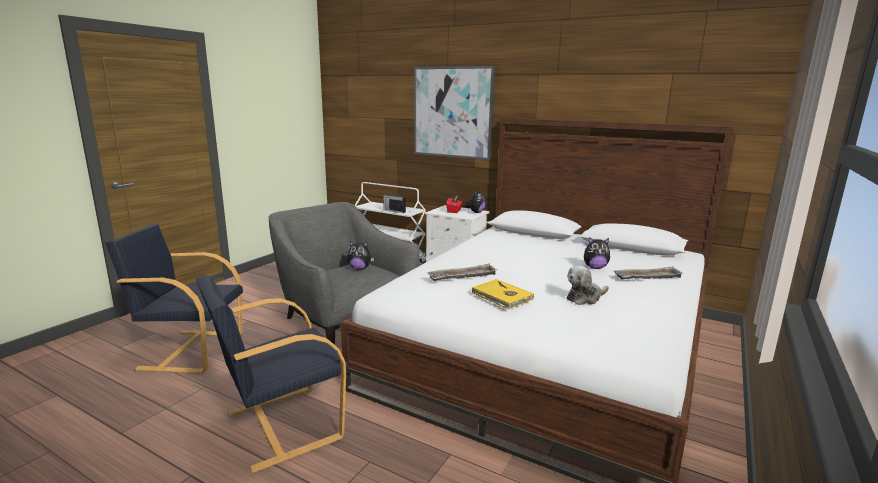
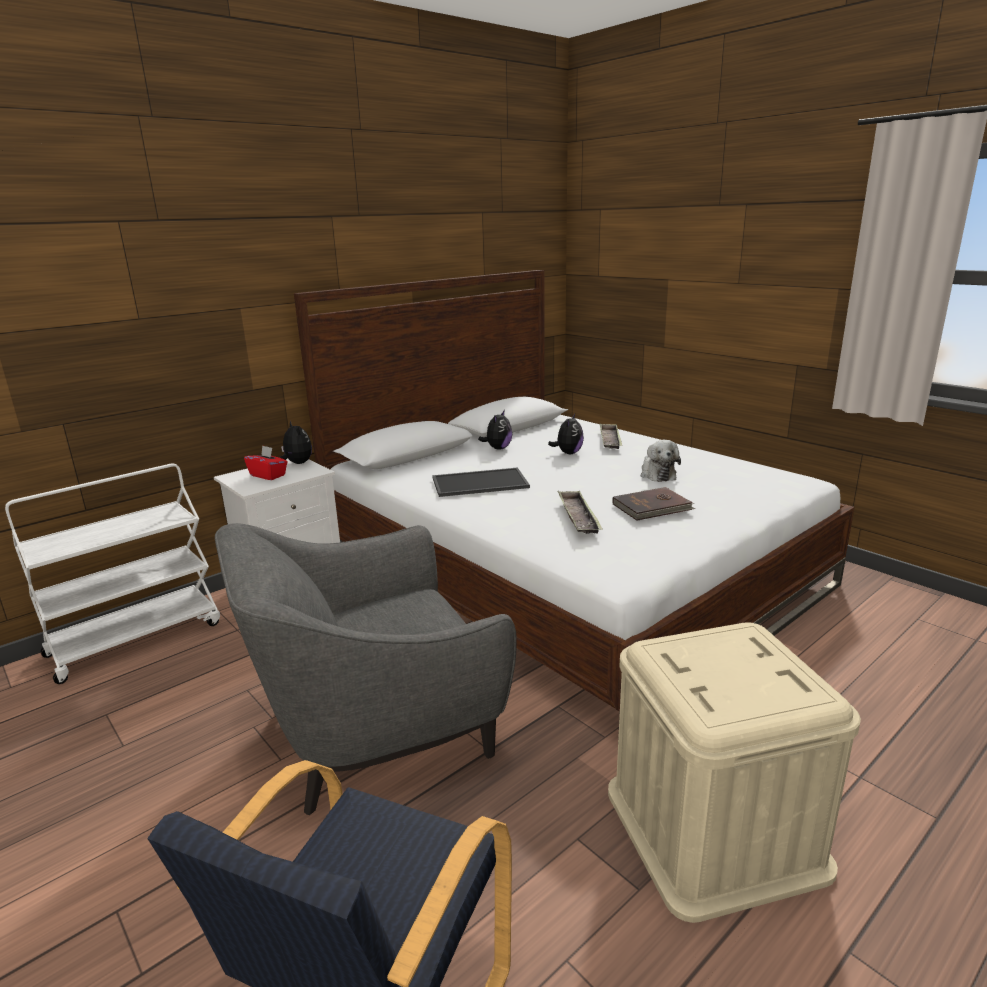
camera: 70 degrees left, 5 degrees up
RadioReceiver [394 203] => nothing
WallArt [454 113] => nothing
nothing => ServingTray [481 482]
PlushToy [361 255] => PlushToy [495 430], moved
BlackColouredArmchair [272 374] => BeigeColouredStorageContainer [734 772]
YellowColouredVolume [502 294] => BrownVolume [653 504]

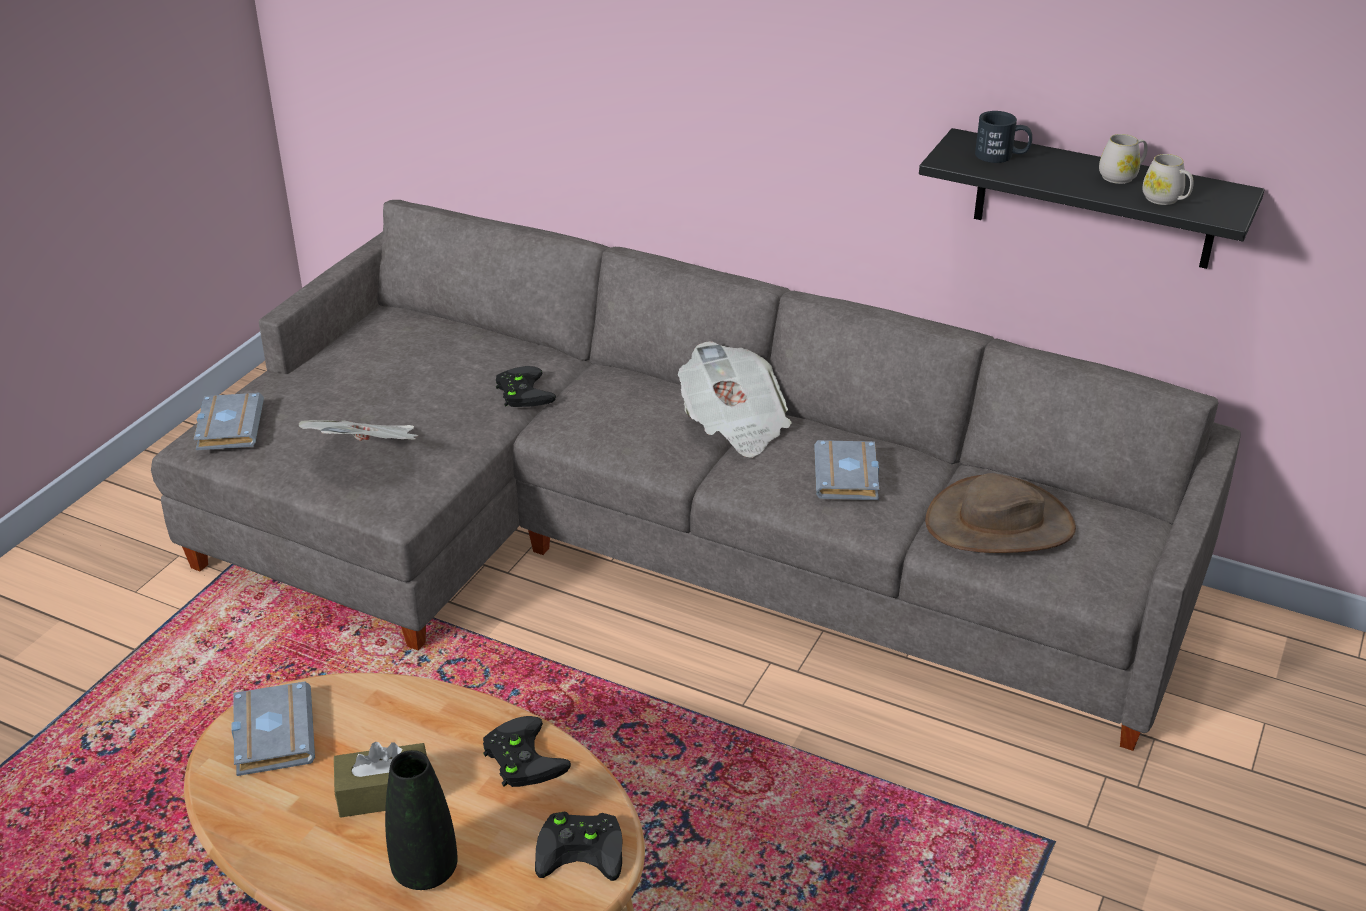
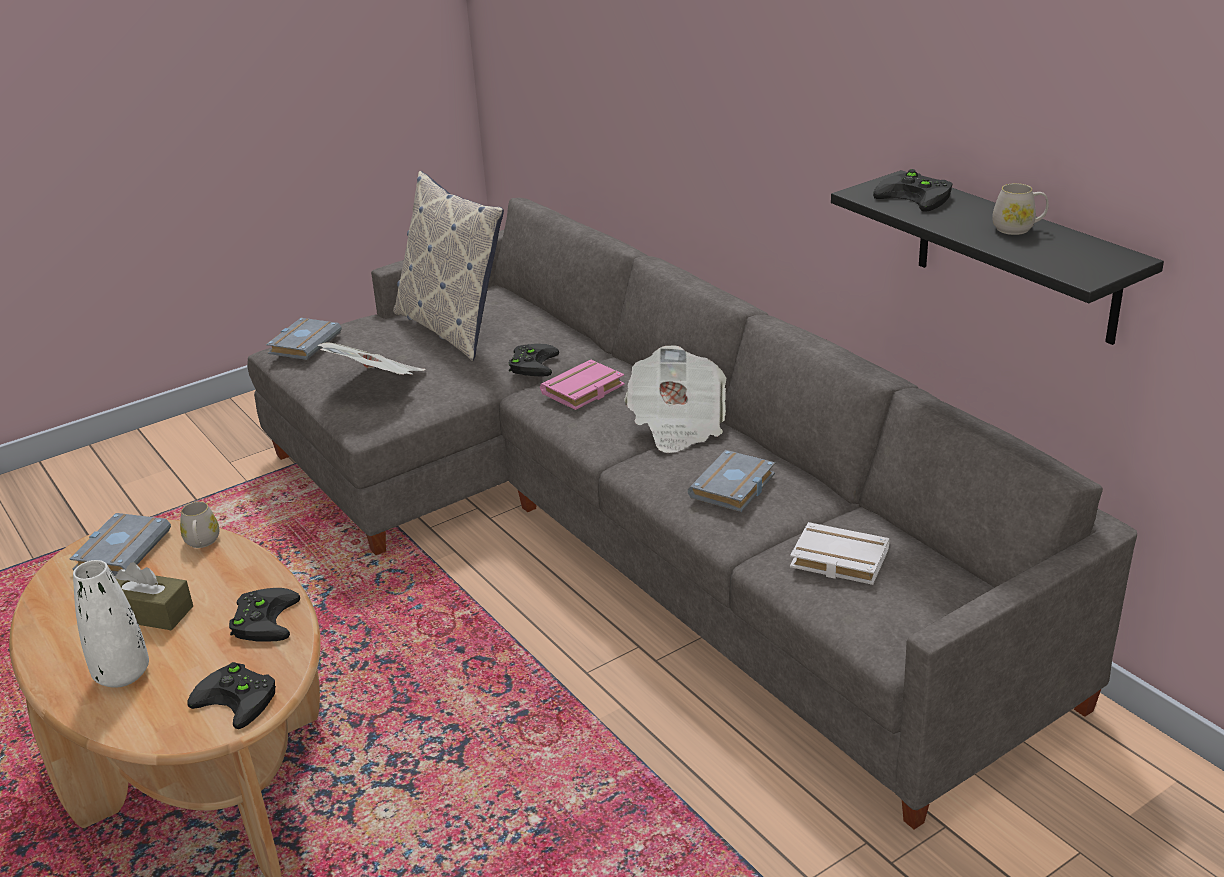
camera: 30 degrees right, 5 degrees down
nothing => ThrowPillow [448 266]
nothing => PinkishVolume [582 385]
WhiteColouredCoffeeMug [1168 179] => WhiteColouredCoffeeMug [199 524], moved
BrownWearableHat [1000 513] => WhiteColouredVolume [840 553]
BlackColouredCoffeeMug [1003 137] => BlackColouredGameController [913 190]
BlackColouredDecorativeVase [421 820] => WhiteColouredDecorativeVase [111 624]

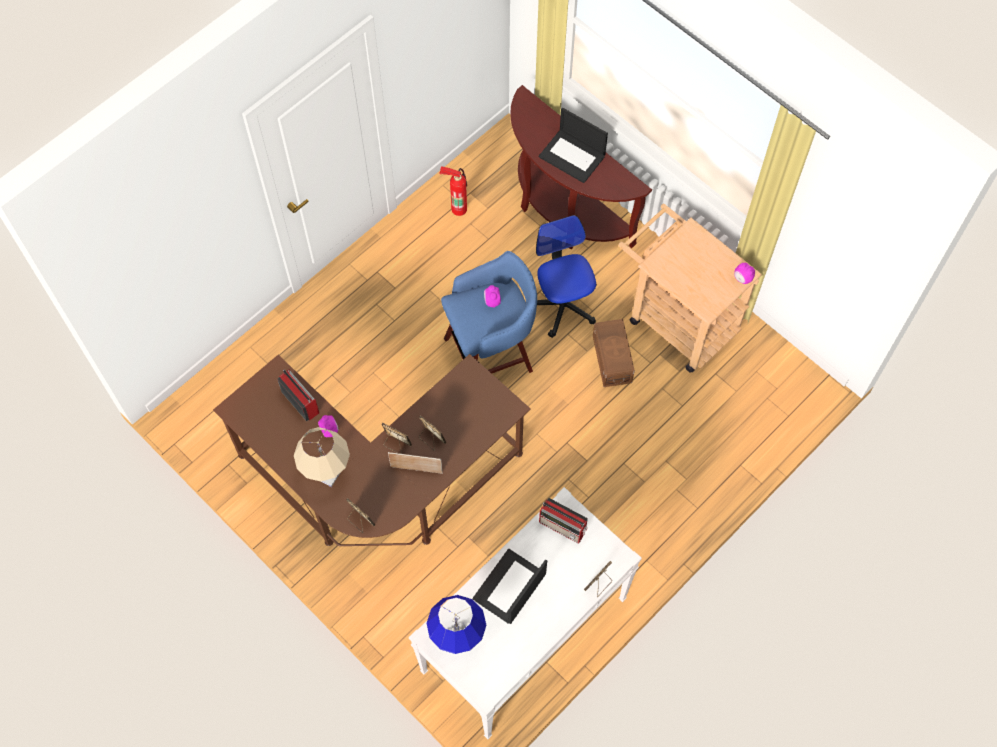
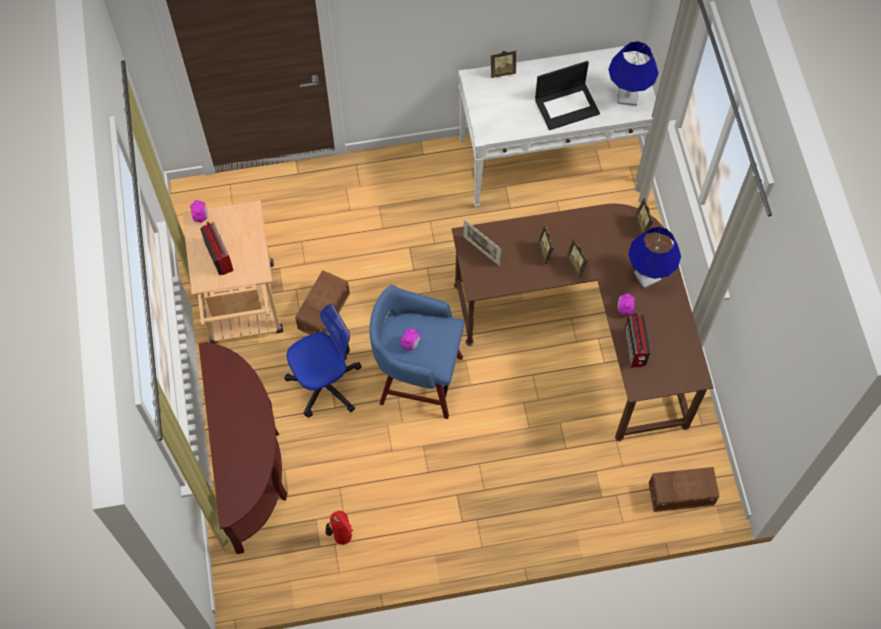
camera: 145 degrees left, 0 degrees up
PortableComputer [573 145] => nothing
nothing => BrownStorageContainer [684 489]
StandingFrame [415 463] => StandingFrame [482 242], moved
RadioReceiver [563 521] => RadioReceiver [217 248], moved
BeigeColouredTabletopLamp [322 457] => BlueColouredTabletopLamp [654 257]
ComputerChair [566 276] => ComputerChair [323 361], 135 degrees counterclockwise

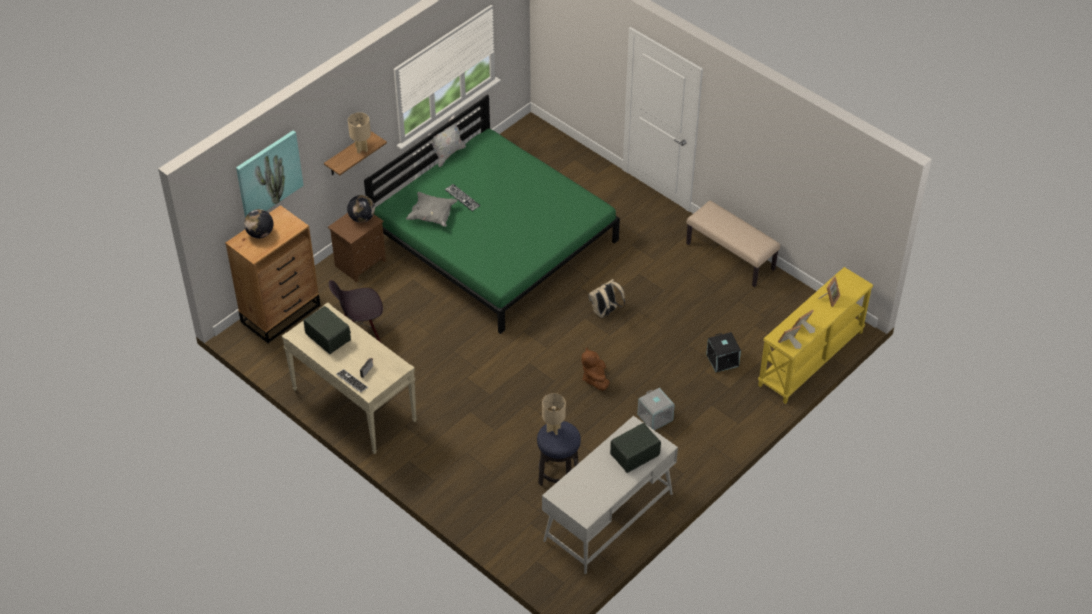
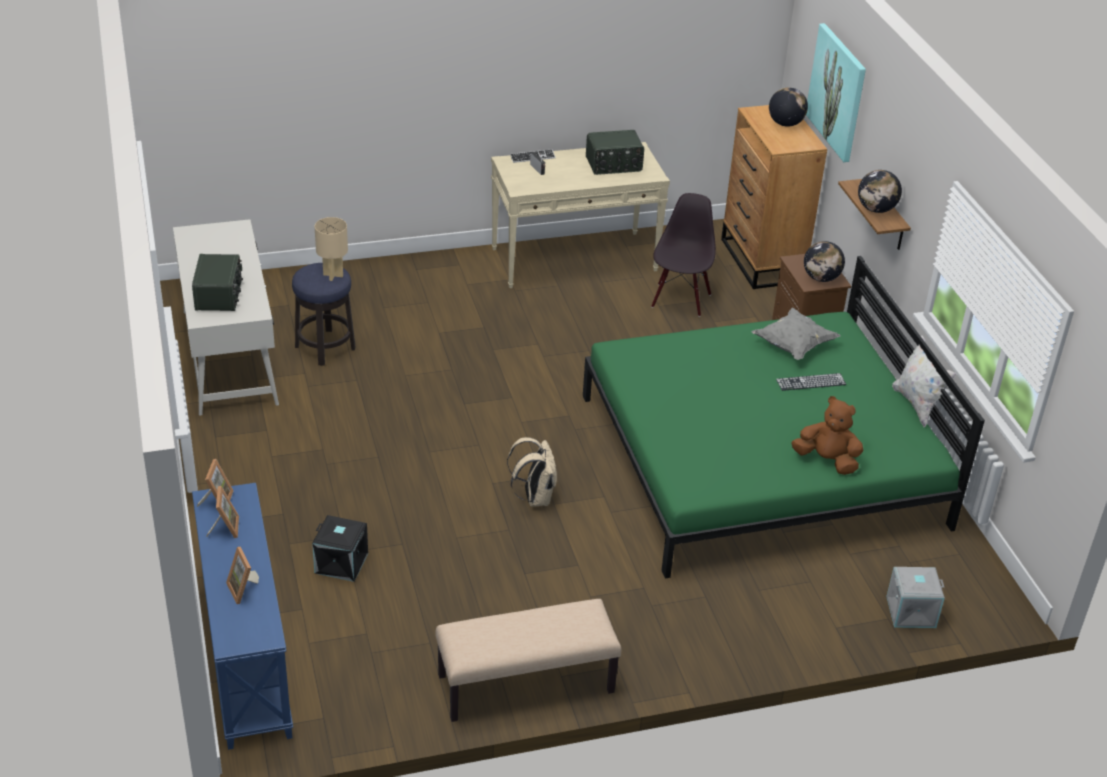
camera: 120 degrees right, 10 degrees down
BrownPlushToy [595 369] => BrownPlushToy [827 435], moved
GreyishStorageContainer [656 408] => GreyishStorageContainer [915 597], moved
BeigeColouredTabletopLamp [359 132] => Globe [880 191]
YellowColouredNarrowTable [815 335] => BlueColouredNarrowTable [242 616]

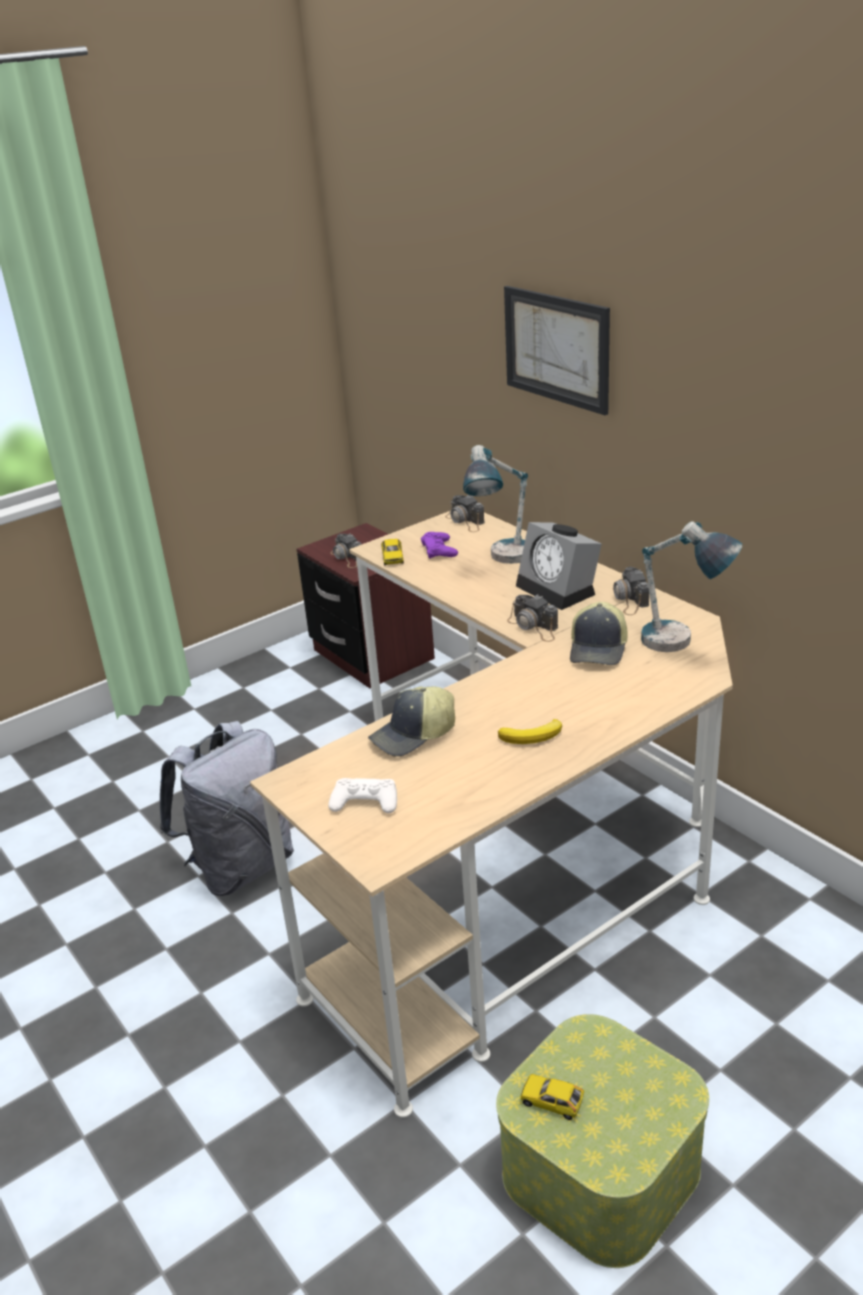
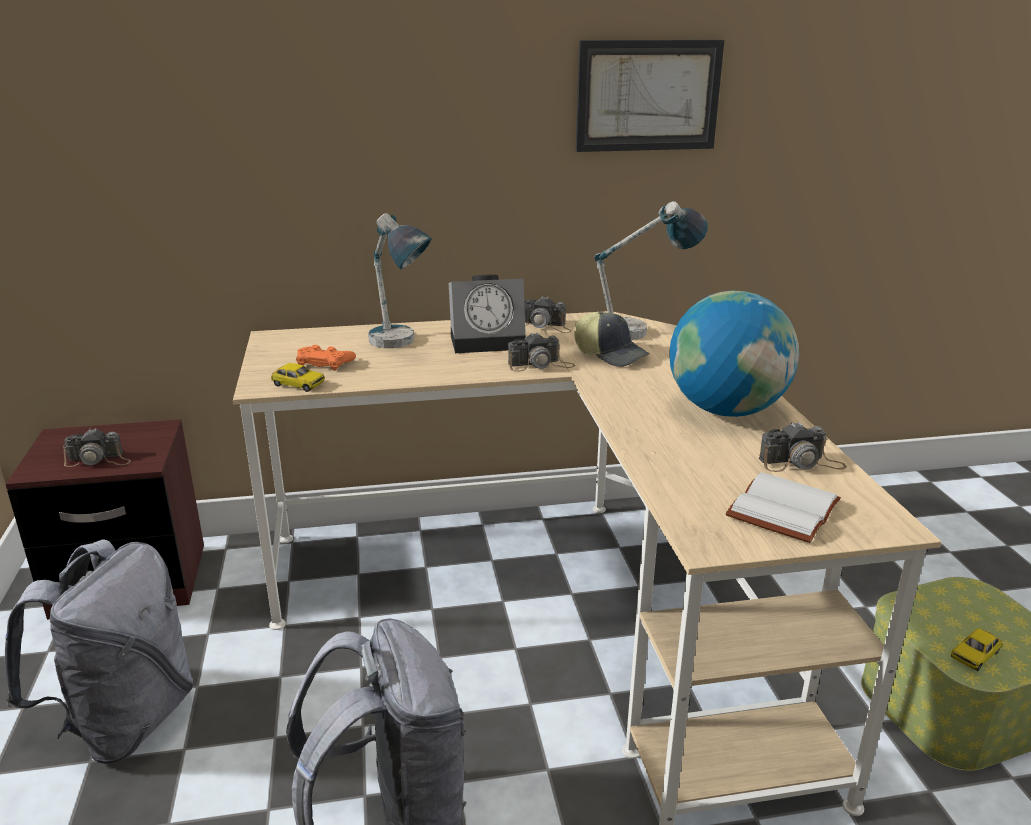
camera: 65 degrees left, 5 degrees down
BaseballCap [411 721] => nothing
nothing => GreyishKnapsack [99 651]
StillCamera [465 513] => StillCamera [803 447], moved
WallArt [557 350] => WallArt [650 96], moved
WhiteColouredGameController [362 795] => WhiteColouredVolume [783 507]
WholeBanana [530 731] => Globe [734 353]
PurpleColouredGameController [439 545] => OrangeGameController [326 358]

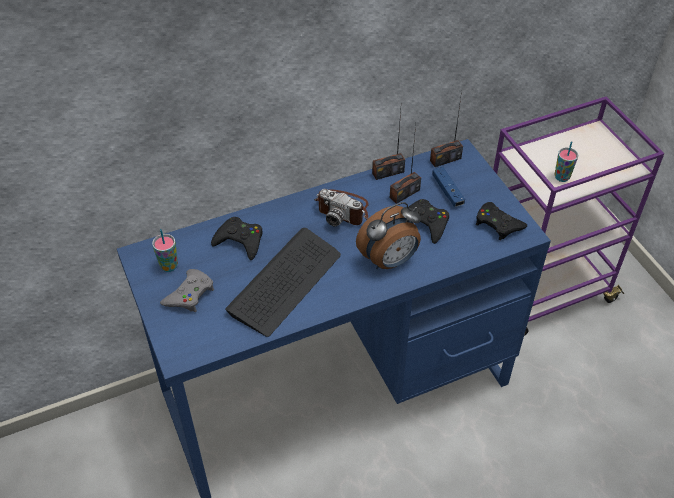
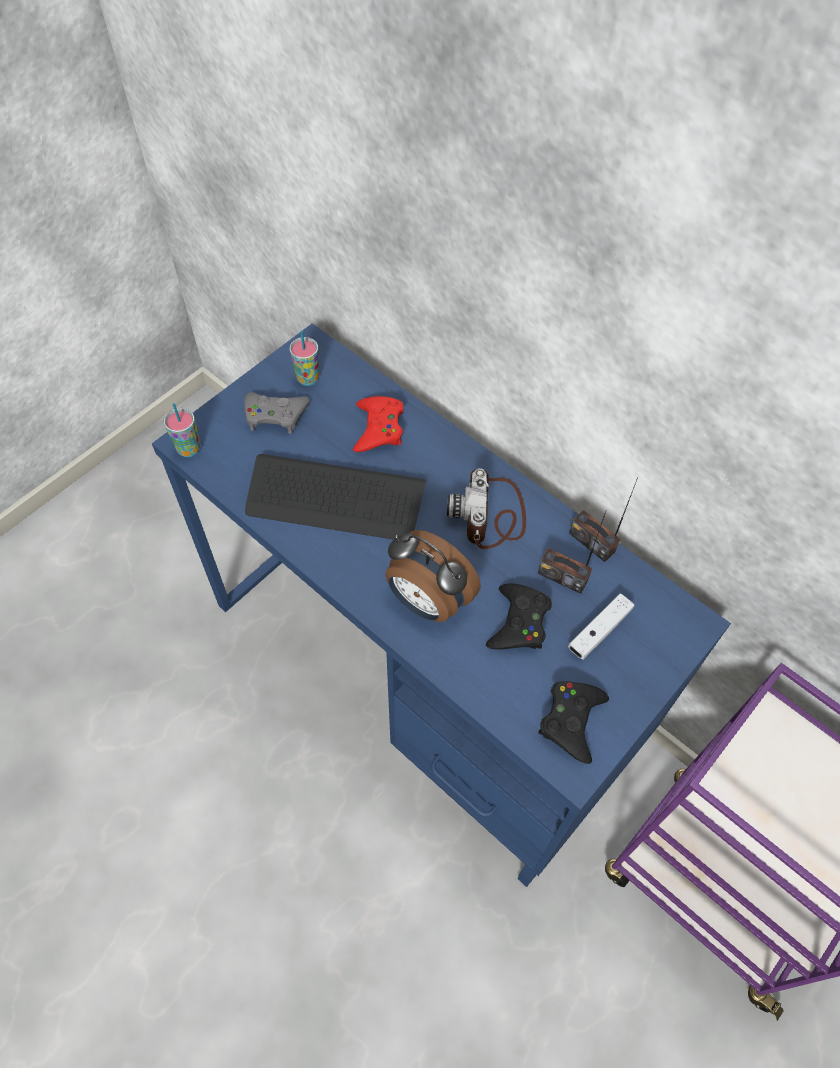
camera: 65 degrees right, 10 degrees up
RadioReceiver [446 129] => nothing
SmallCup [566 161] => SmallCup [182 430], moved
BlackColouredGameController [236 238] => ReddishGameController [378 424]
BlueColouredGameController [448 187] => WhiteColouredGameController [601 626]

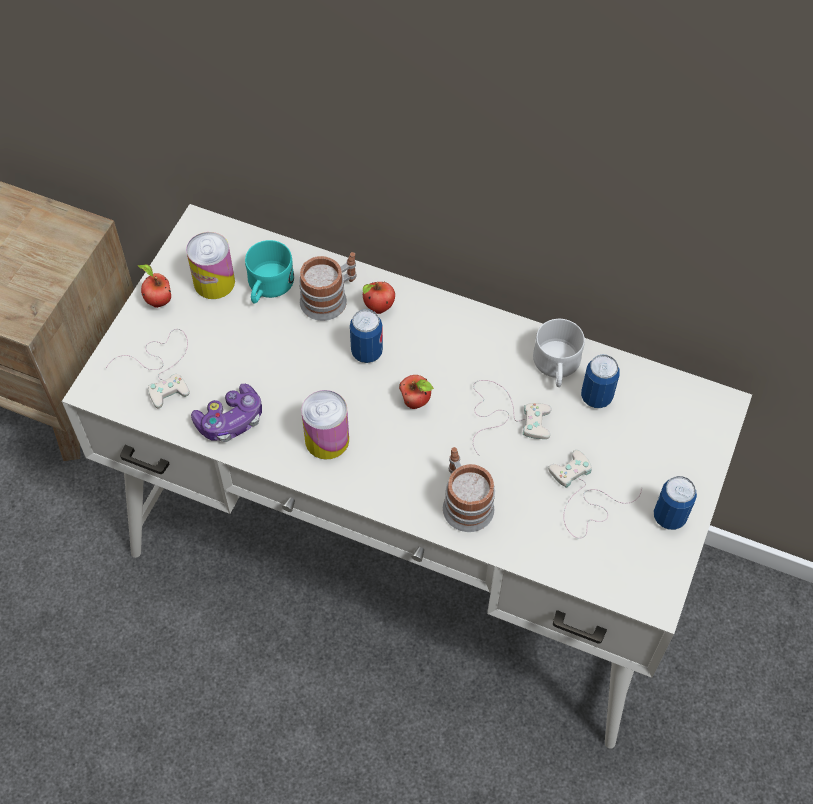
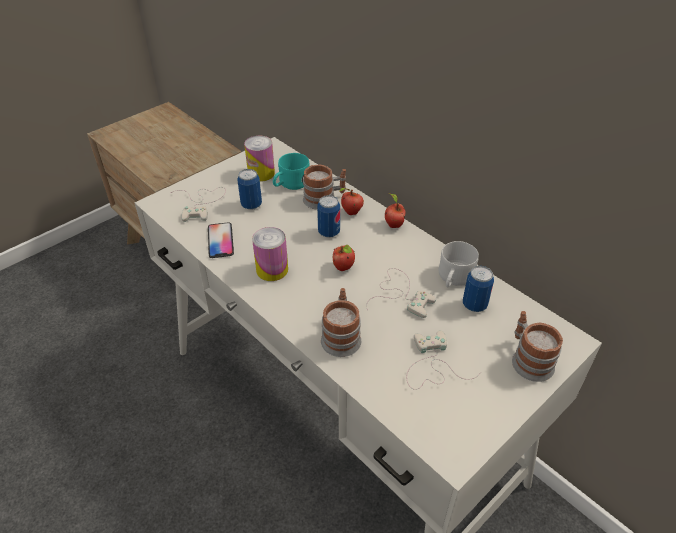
camera: 25 degrees right, 15 degrees down
nothing => CoffeeMug [537 346]
Apple [154 286] => Apple [395 210], moved
SealedCan [675 503] => SealedCan [249 189], moved
GameController [226 413] => Telephone [221 240]

